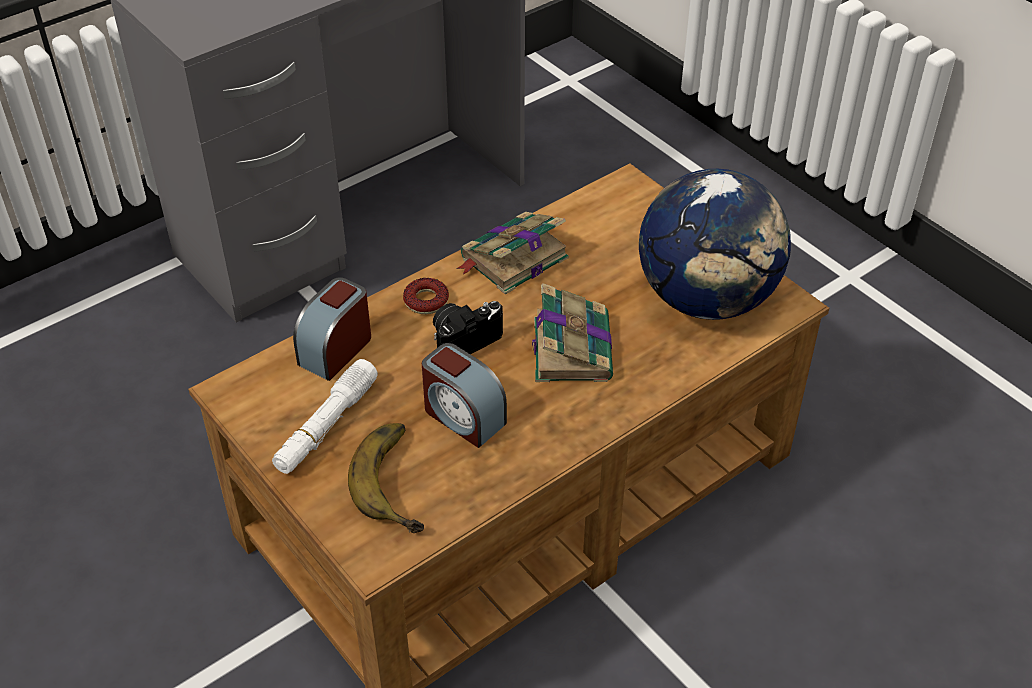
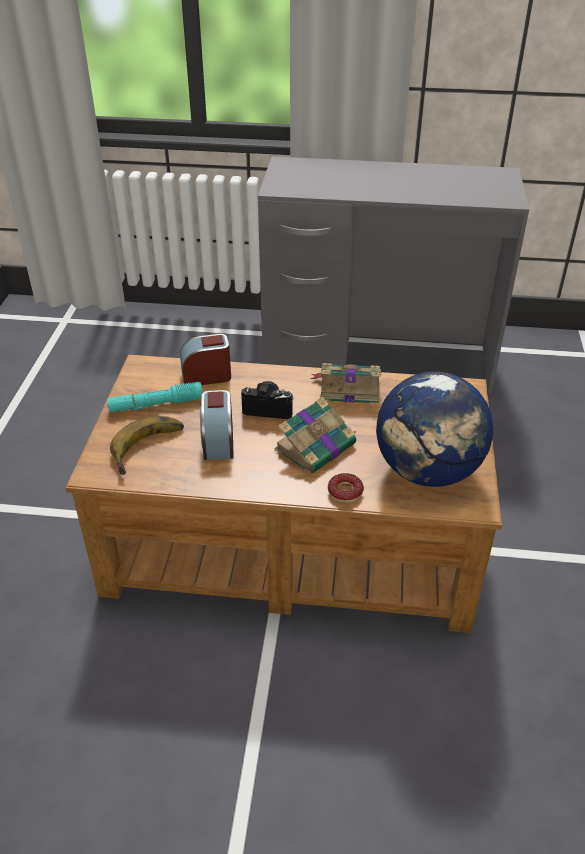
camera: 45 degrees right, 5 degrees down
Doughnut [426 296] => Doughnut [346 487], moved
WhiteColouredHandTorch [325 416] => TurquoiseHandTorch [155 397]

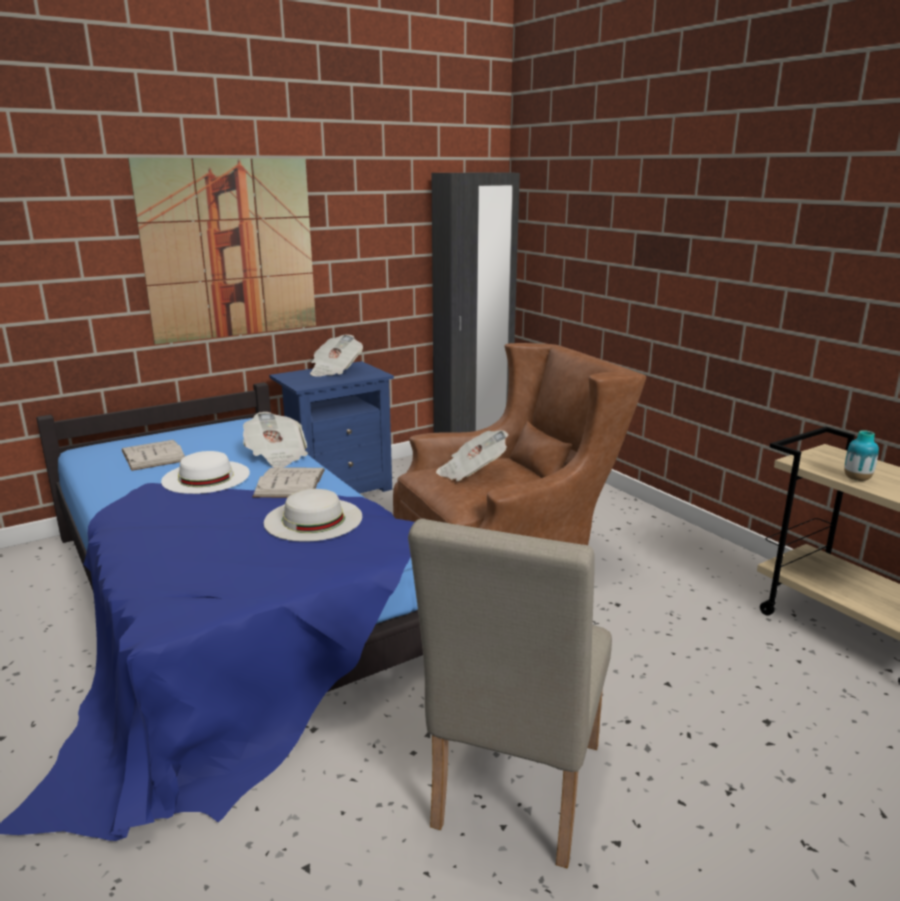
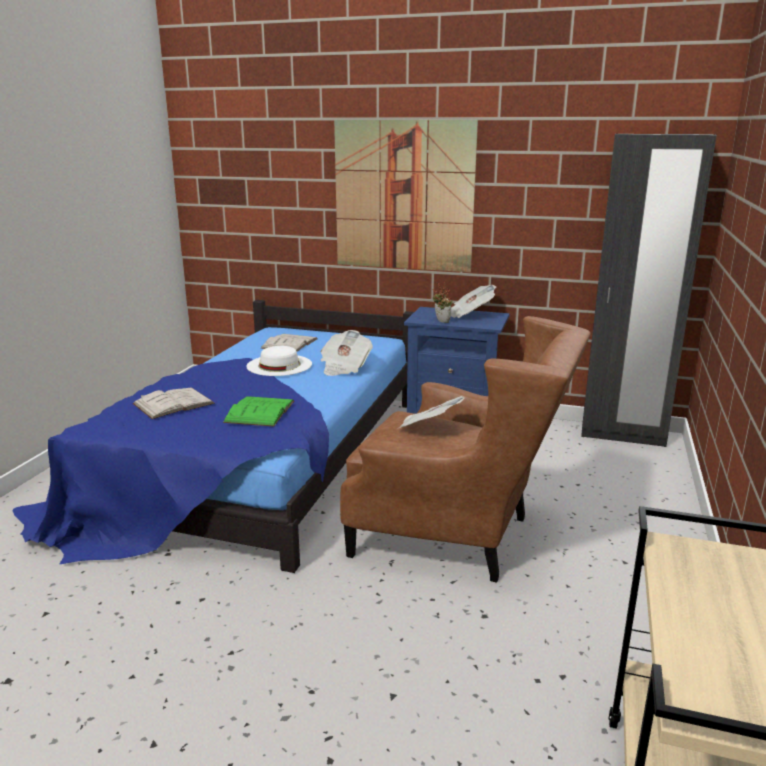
camera: 50 degrees right, 0 degrees up
BeigeColouredUprightChair [510 694] => nothing
DecorativeVase [861 455] => nothing
nothing => Houseplant [442 302]
WhiteColouredVolume [288 482] => WhiteColouredVolume [174 403], moved
WhiteColouredWearableHat [313 515] => GreenishVolume [258 411]

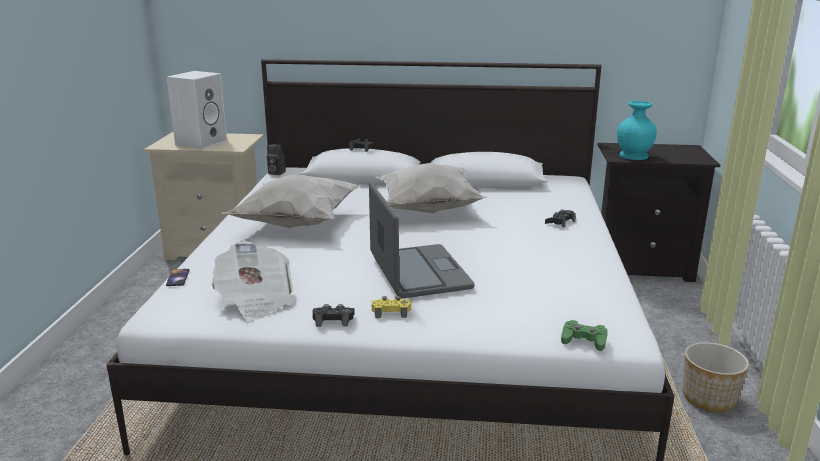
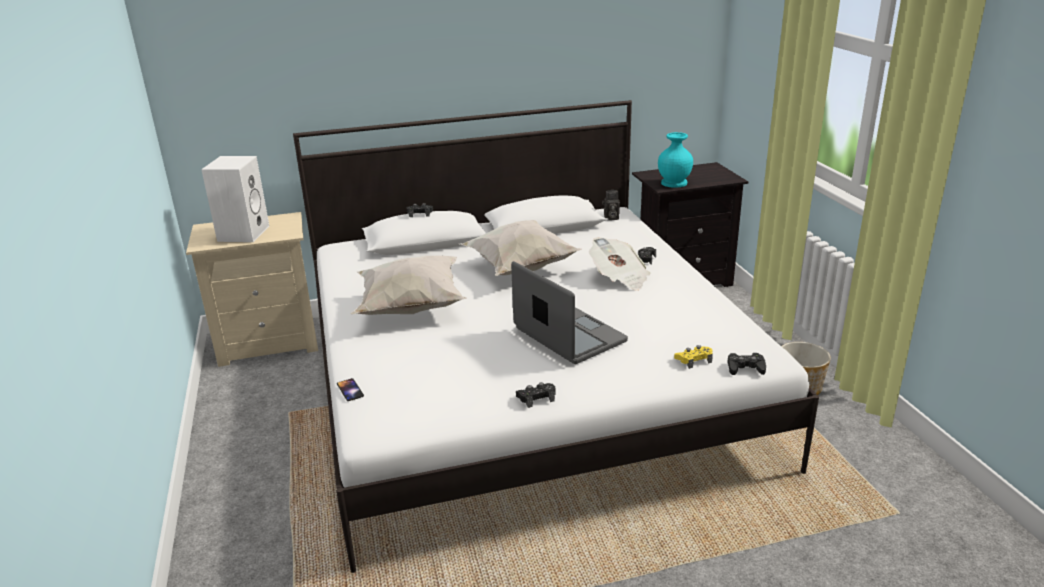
camera: 20 degrees left, 5 degrees up
Newspaper [252 281] => Newspaper [619 264], moved
StillCamera [276 159] => StillCamera [611 205], moved
YellowColouredGameController [391 307] => YellowColouredGameController [693 357], moved
GreenishGameController [584 335] => BlackColouredGameController [746 364]

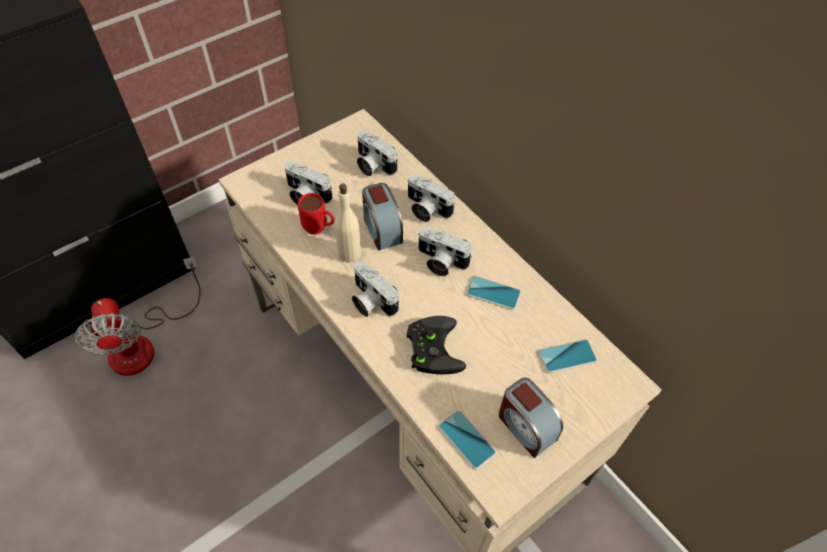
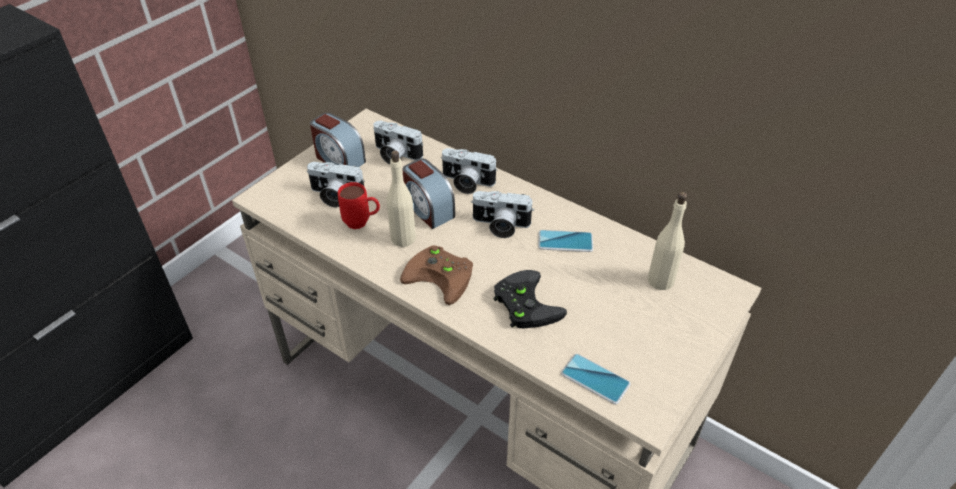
camera: 15 degrees left, 10 degrees down
ElectricFan [137 316] => nothing
BedsideClock [531 418] => BedsideClock [338 140], moved
StillCamera [375 289] => BrownGameController [436 275]
Telephone [568 356] => BeigeColouredDrinkBottle [667 241]

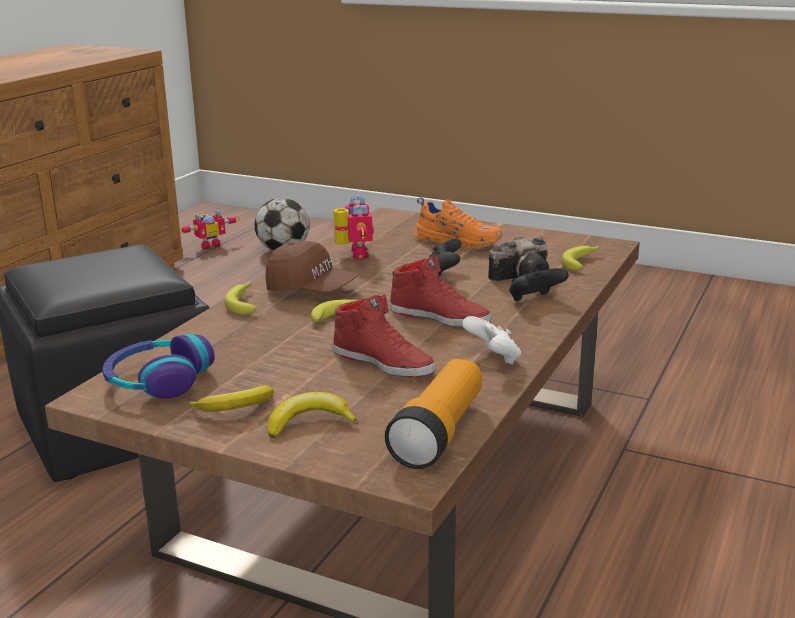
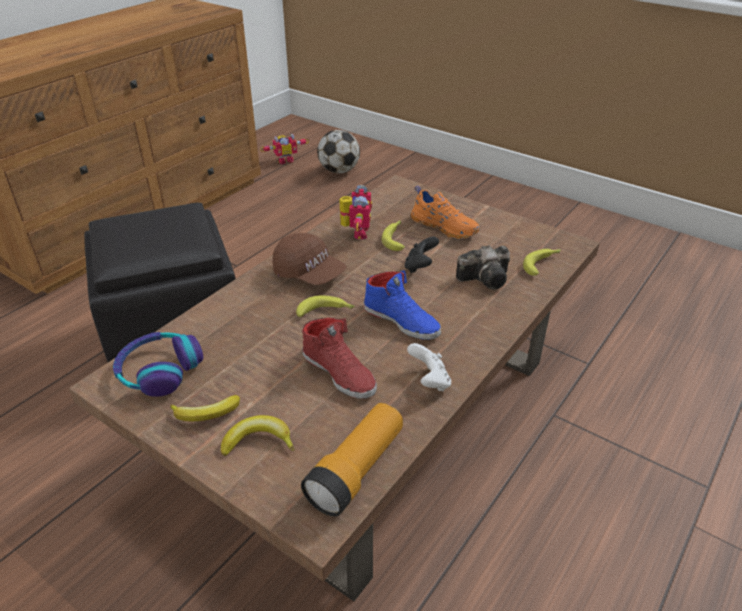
camera: 10 degrees right, 15 degrees up
BlackColouredGameController [539 284] => nothing
WholeBanana [241 298] => WholeBanana [393 236], moved
ReddishItemOfFootwear [440 291] => BlueColouredItemOfFootwear [402 305]

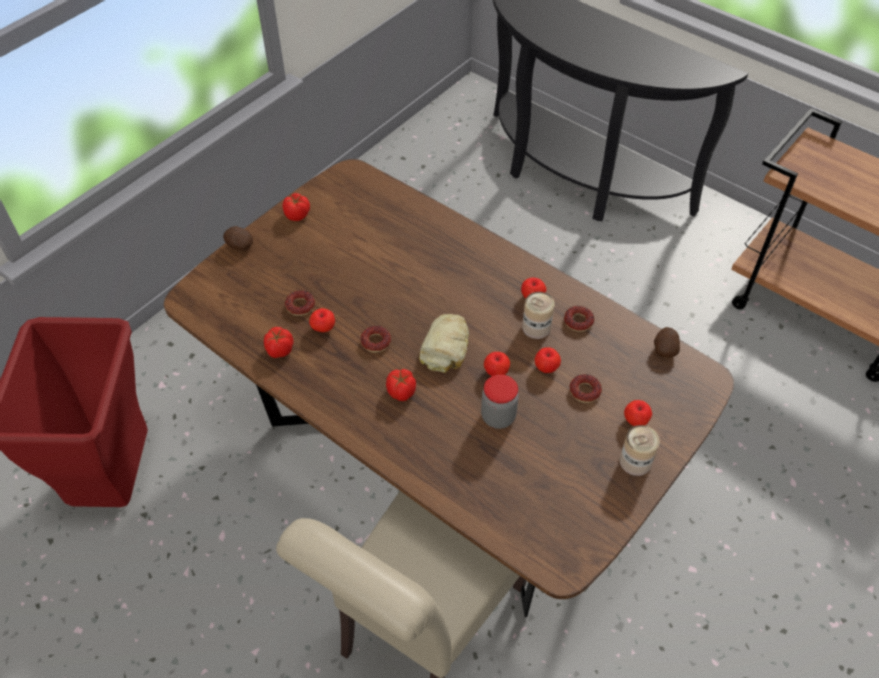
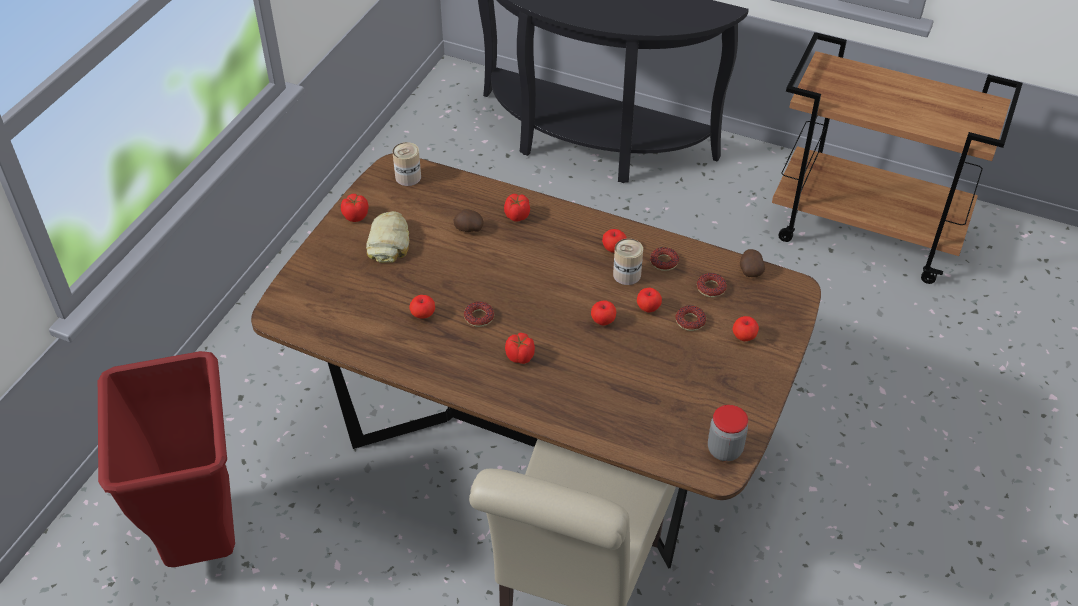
camera: 15 degrees left, 5 degrees down
WholePotato [238 238] => WholePotato [468 220], moved
WholeTomato [279 342] => WholeTomato [517 208], moved
Doughnut [300 303] => Doughnut [712 285], moved
BakeryBread [444 343] => BakeryBread [387 237], moved
StorageJar [500 401] => StorageJar [728 433], moved
SealedCan [640 450] => SealedCan [406 164], moved

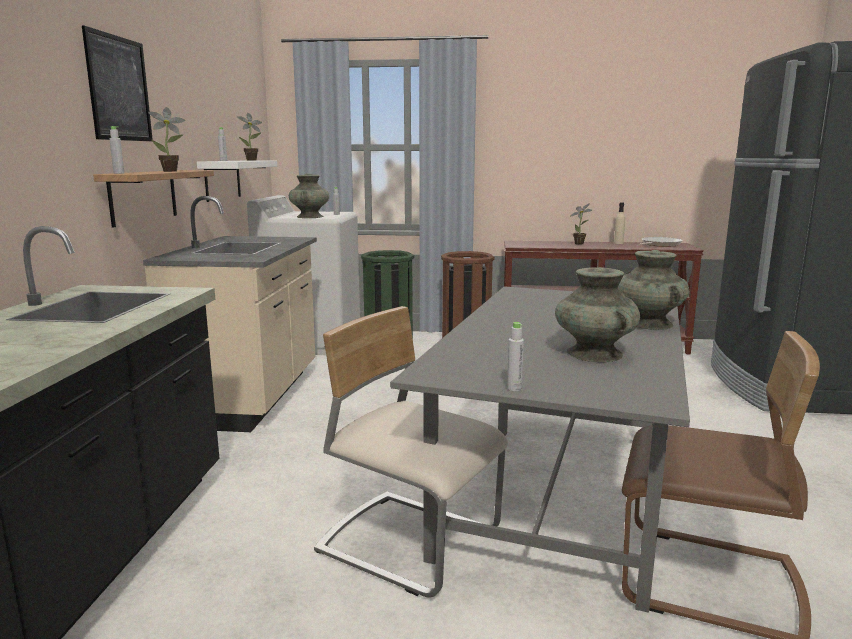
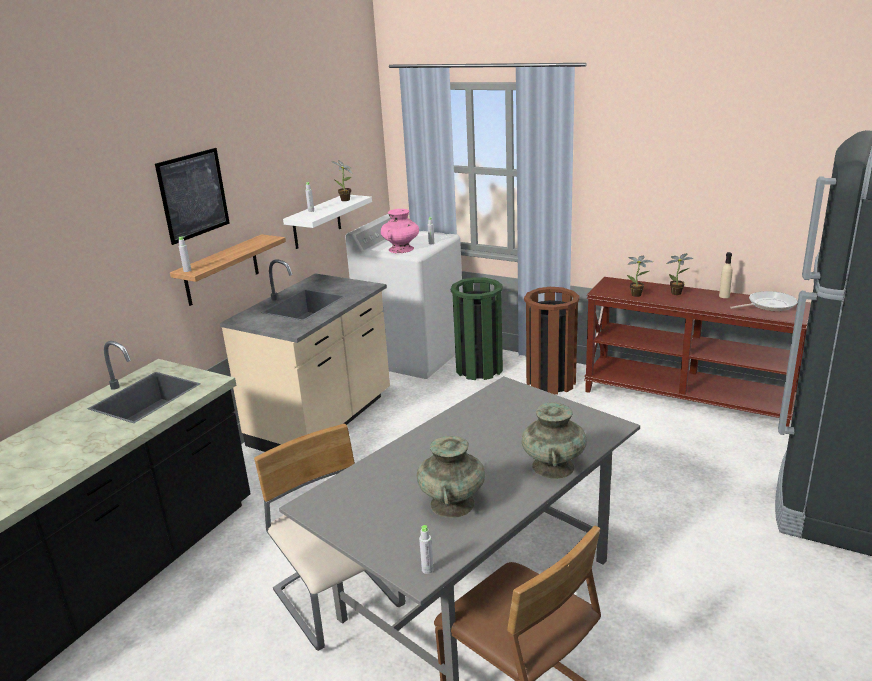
camera: 25 degrees right, 10 degrees up
Houseplant [166 139] => Houseplant [640 276], moved
GreyishDrinkBottle [515 356] => GreyishDrinkBottle [426 549], moved
TurquoiseDecorativeVase [309 195] => PinkishDecorativeVase [400 231]

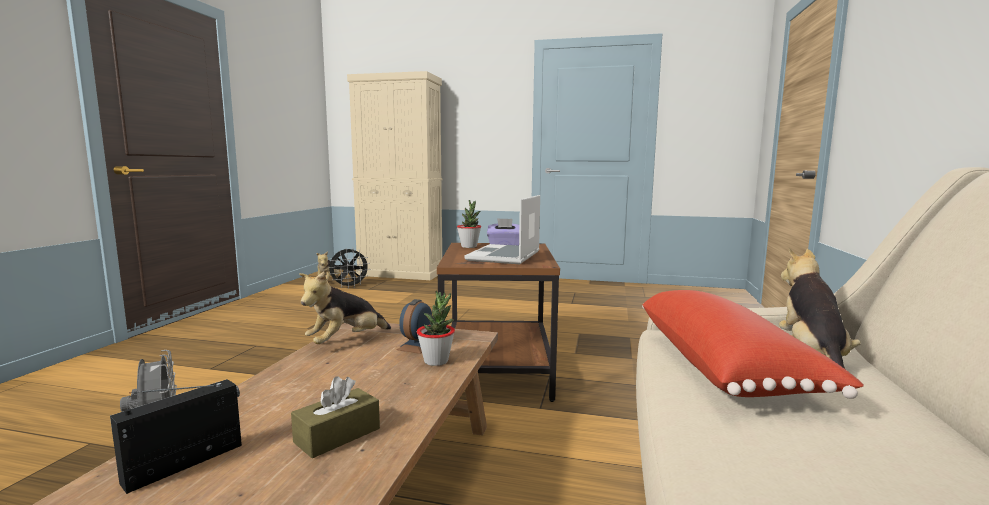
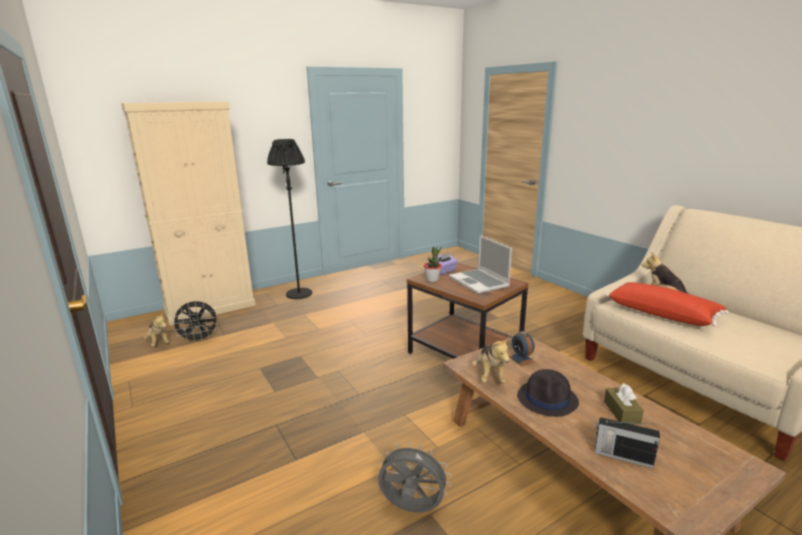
camera: 45 degrees left, 10 degrees up
Houseplant [436 328] => nothing
nothing => BlackColouredFloorLamp [289 219]
nothing => BlackColouredWearableHat [548 393]
RadioReceiver [176 436] => RadioReceiver [627 443], 60 degrees counterclockwise
BlackColouredElectricFan [349 268] => BlackColouredElectricFan [194 322], 60 degrees clockwise

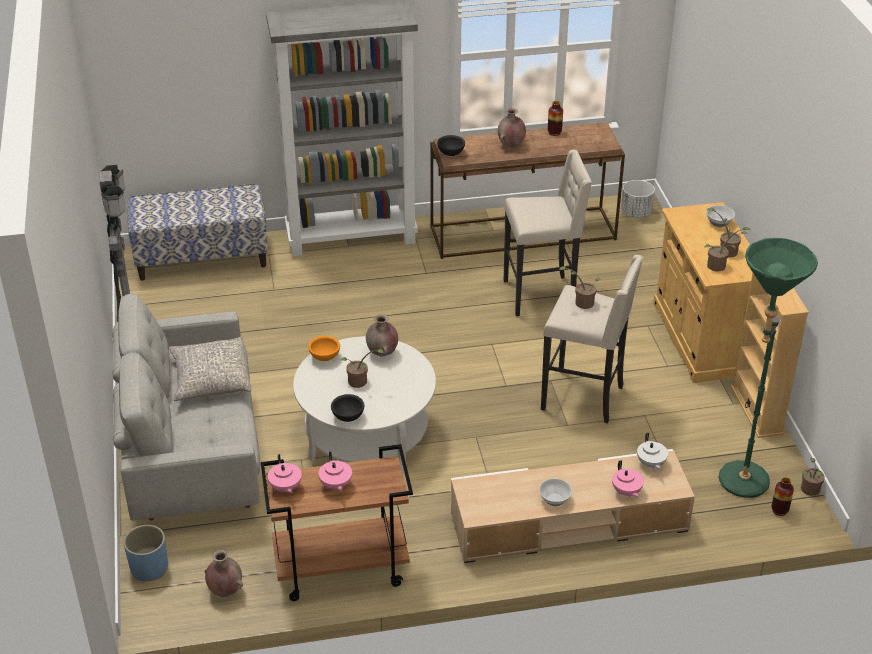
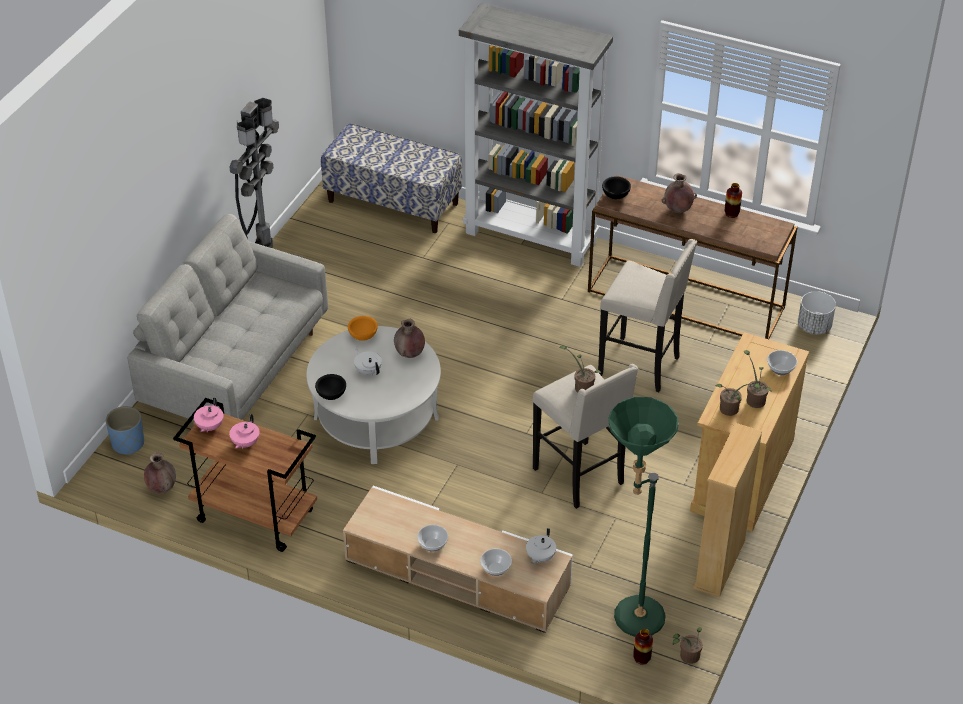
camera: 35 degrees right, 5 degrees up
GreyishThrowPillow [210 369] => nothing
Houseplant [362 368] => WhiteColouredTeapot [368 362]
PinkishTeapot [628 478] => ServingBowl [496 562]

